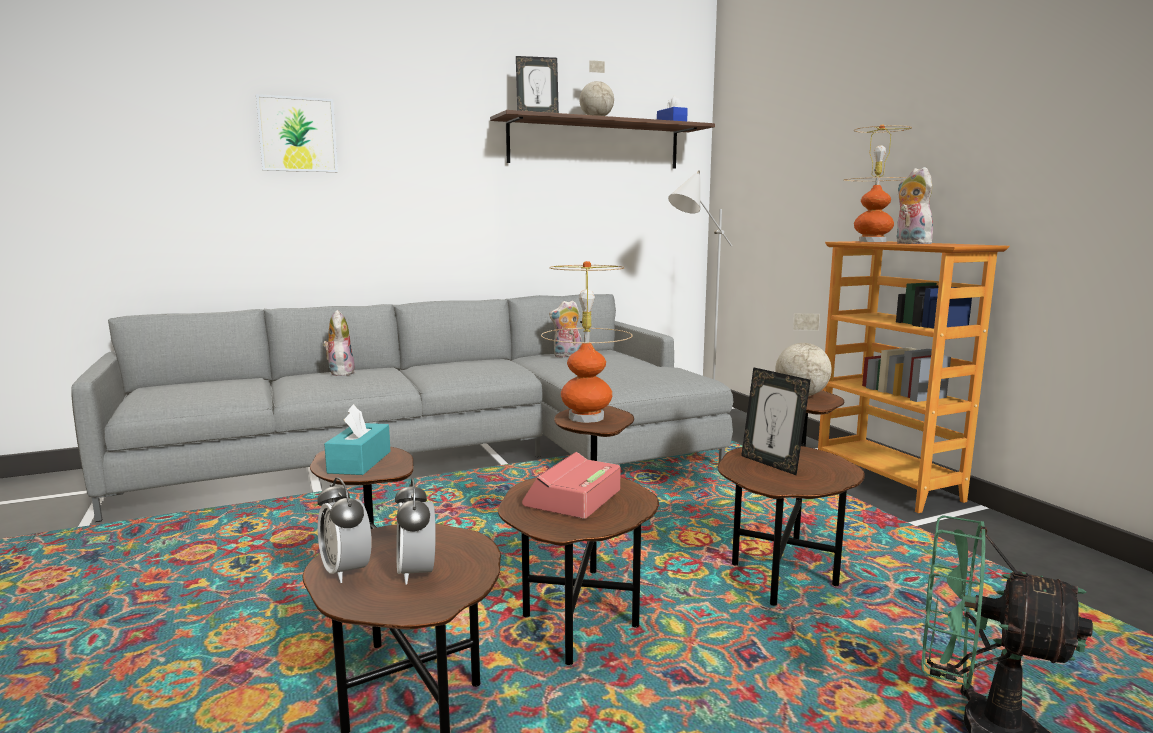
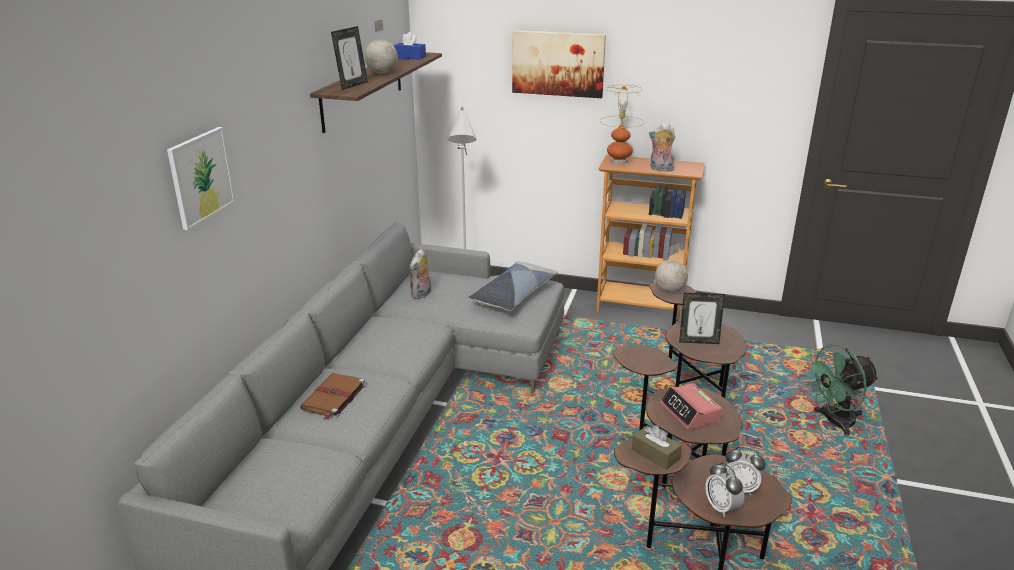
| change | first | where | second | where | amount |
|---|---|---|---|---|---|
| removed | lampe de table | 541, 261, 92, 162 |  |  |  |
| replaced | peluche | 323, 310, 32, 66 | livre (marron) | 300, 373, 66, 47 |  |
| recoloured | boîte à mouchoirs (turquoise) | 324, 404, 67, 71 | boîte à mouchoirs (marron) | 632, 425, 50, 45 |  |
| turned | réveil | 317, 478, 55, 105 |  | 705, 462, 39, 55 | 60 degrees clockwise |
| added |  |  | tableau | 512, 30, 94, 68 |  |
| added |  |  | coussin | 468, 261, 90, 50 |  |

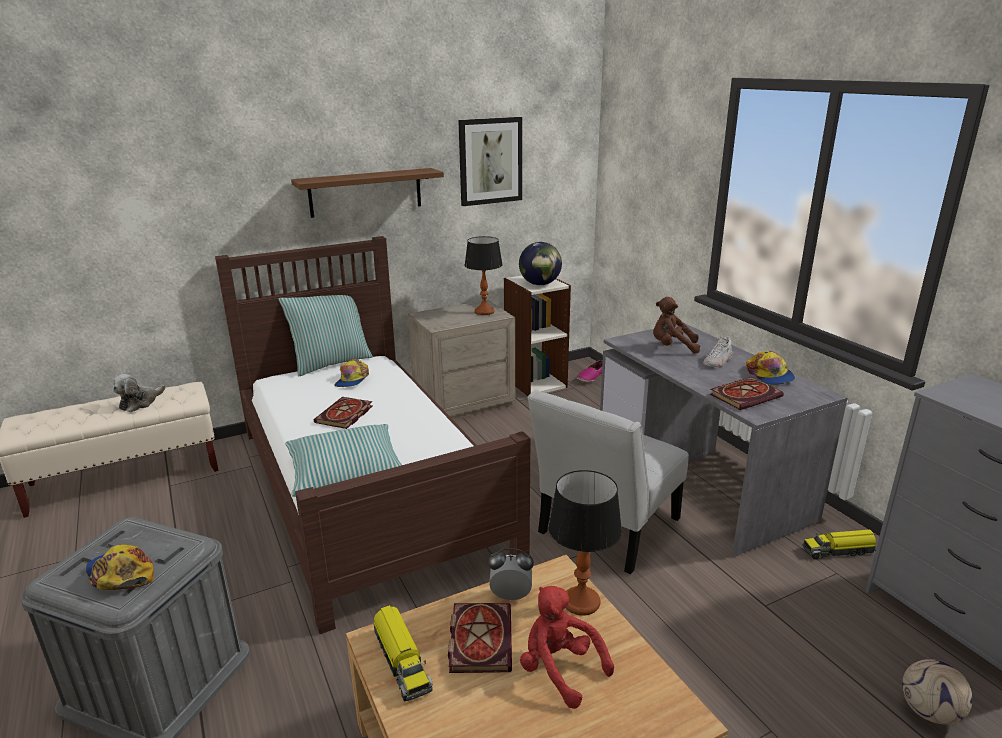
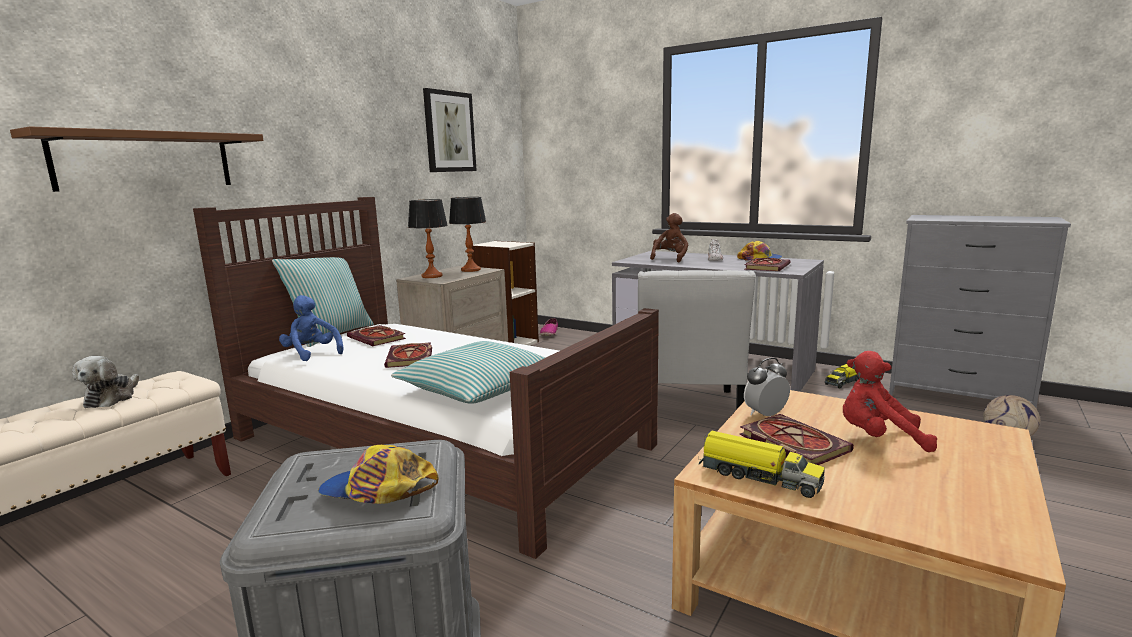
| change | first | where | second | where | amount |
|---|---|---|---|---|---|
| moved | étagère (marron) | 291, 168, 153, 50 |  | 10, 126, 254, 66 |  |
| removed | globe | 519, 242, 43, 43 |  |  |  |
| turned | peluche (marron) | 653, 297, 47, 57 |  | 650, 213, 38, 49 | 135 degrees clockwise |
| replaced | casquette | 334, 359, 35, 28 | livre | 347, 325, 59, 21 |  |
| moved | lampe de table | 548, 470, 74, 146 |  | 408, 199, 40, 79 |  |
| added |  |  | peluche (bleu) | 279, 295, 64, 66 |  |

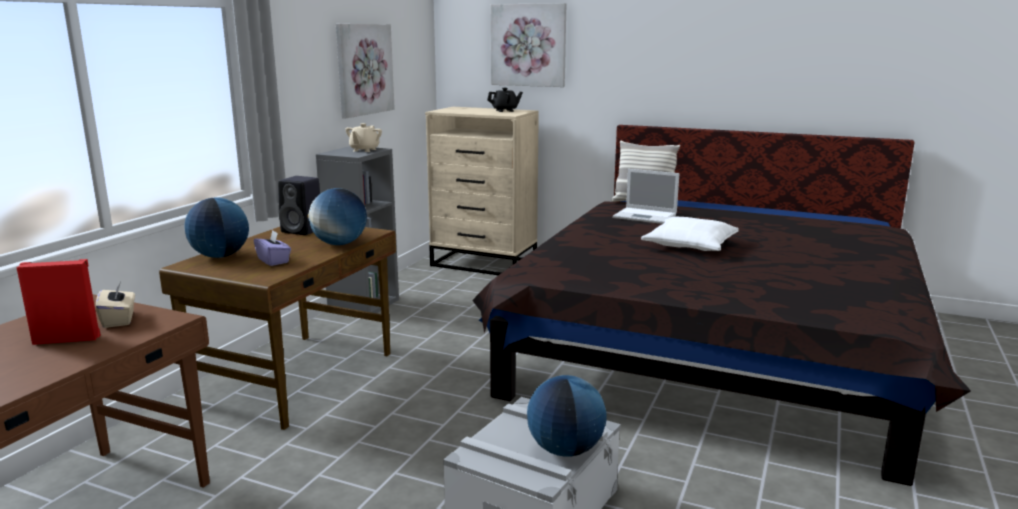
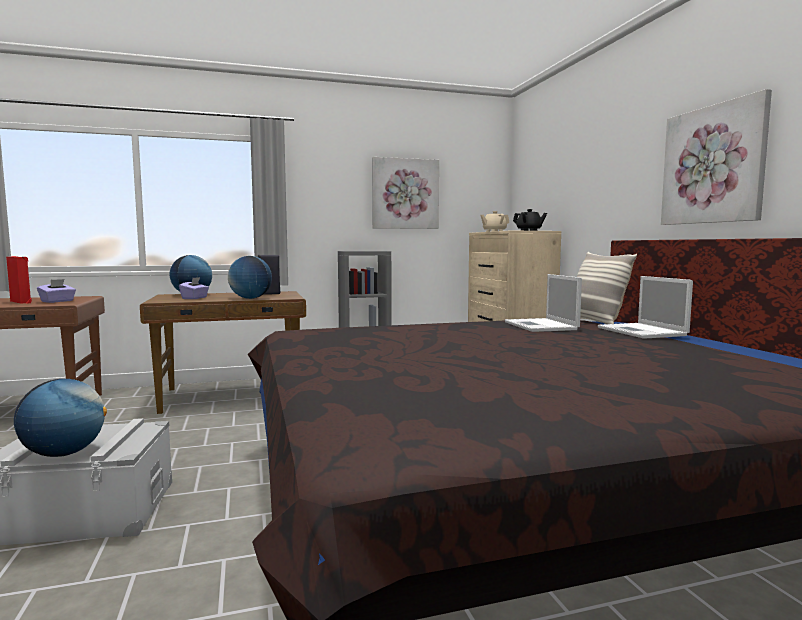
| change | first | where | second | where | amount |
|---|---|---|---|---|---|
| moved | tableau | 491, 3, 75, 84 |  | 661, 89, 111, 136 |  |
| moved | théière (beige) | 345, 123, 37, 29 |  | 480, 211, 29, 21 |  |
| removed | coussin (blanc) | 641, 217, 98, 34 |  |  |  |
| recoloured | boîte à mouchoirs (beige) | 96, 282, 39, 46 | boîte à mouchoirs (violet) | 37, 279, 39, 24 |  |
| added |  |  | ordinateur portable | 598, 276, 95, 63 |  |

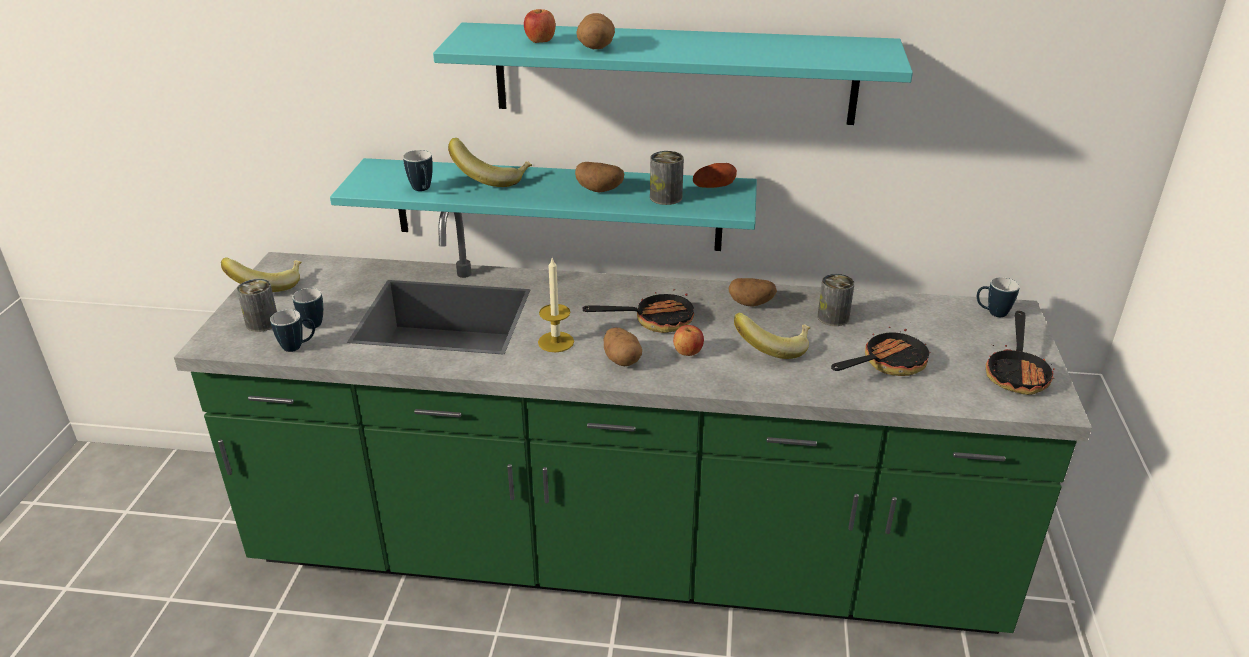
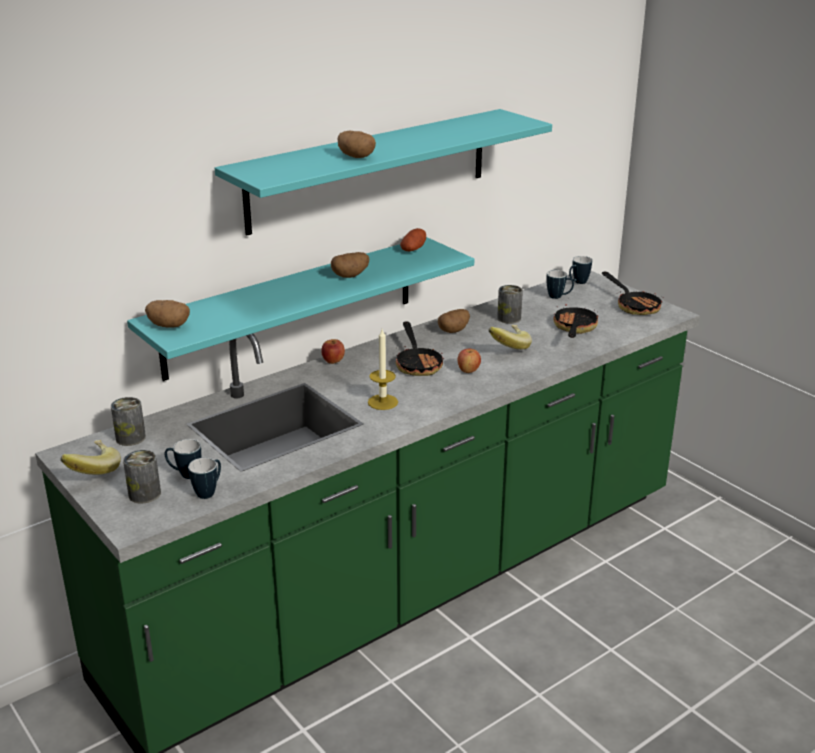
| change | first | where | second | where | amount |
|---|---|---|---|---|---|
| moved | pomme | 524, 9, 32, 34 |  | 321, 339, 24, 25 |  |
| removed | banane | 448, 138, 84, 49 |  |  |  |
| moved | mug | 403, 150, 30, 41 |  | 546, 270, 28, 29 |  |
| moved | boîte métallique | 650, 151, 34, 54 |  | 111, 397, 35, 49 |  |
| turned | poêle | 582, 289, 112, 44 |  | 396, 321, 49, 55 | 135 degrees clockwise |
| moved | pomme de terre | 604, 328, 38, 38 |  | 145, 300, 45, 28 |  |

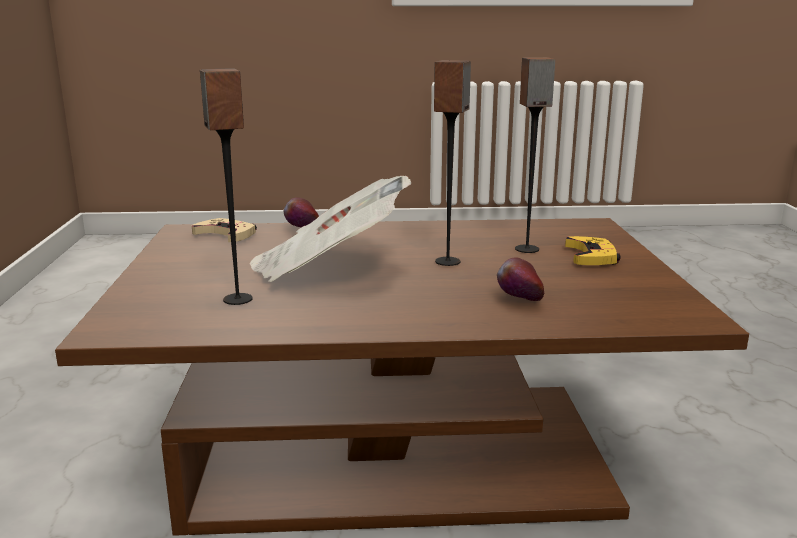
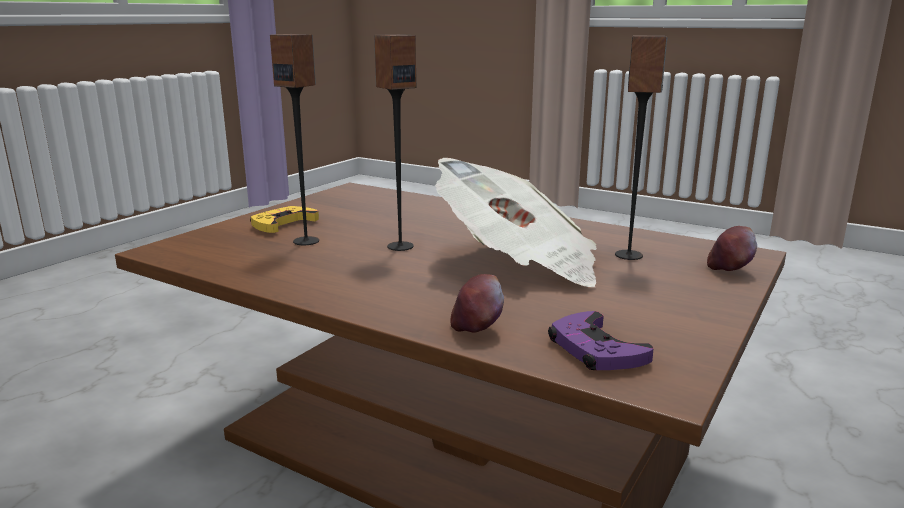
| change | first | where | second | where | amount |
|---|---|---|---|---|---|
| recoloured | manette (beige) | 192, 218, 65, 24 | manette (violet) | 548, 311, 105, 59 |  |
| moved | pomme | 497, 257, 47, 44 |  | 707, 226, 50, 45 |  |

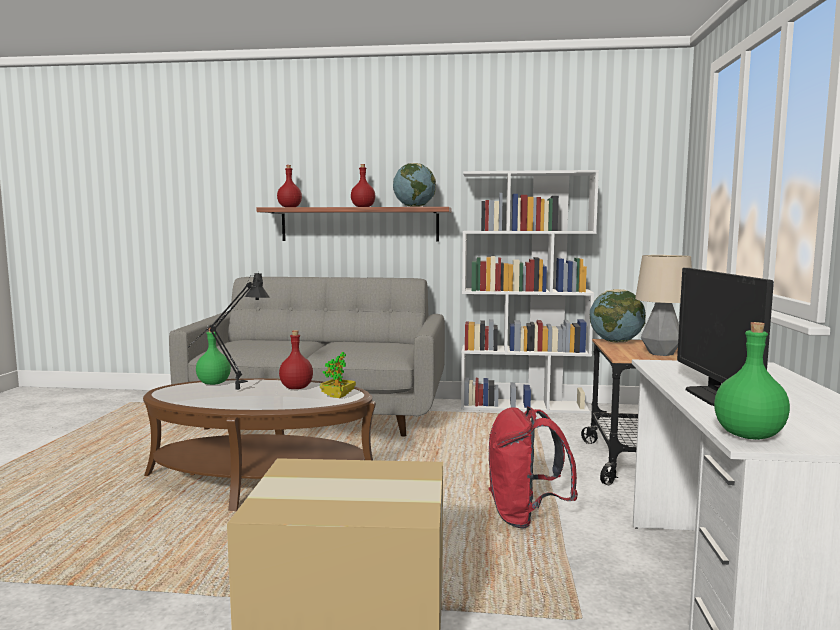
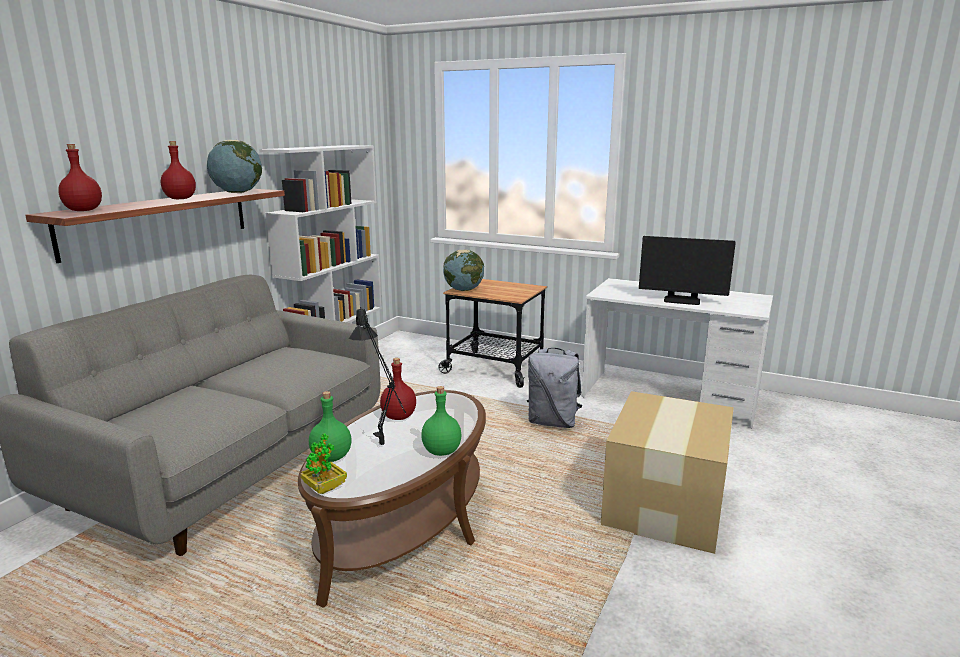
| change | first | where | second | where | amount |
|---|---|---|---|---|---|
| removed | lampe de table | 635, 255, 57, 101 |  |  |  |
| moved | bouteille (vert) | 714, 322, 76, 118 |  | 421, 386, 41, 70 |  |
| moved | plante en pot | 320, 352, 36, 46 |  | 300, 433, 47, 61 |  |
| recoloured | sac à dos (rouge) | 489, 406, 89, 123 | sac à dos (gris) | 527, 348, 56, 80 |  |

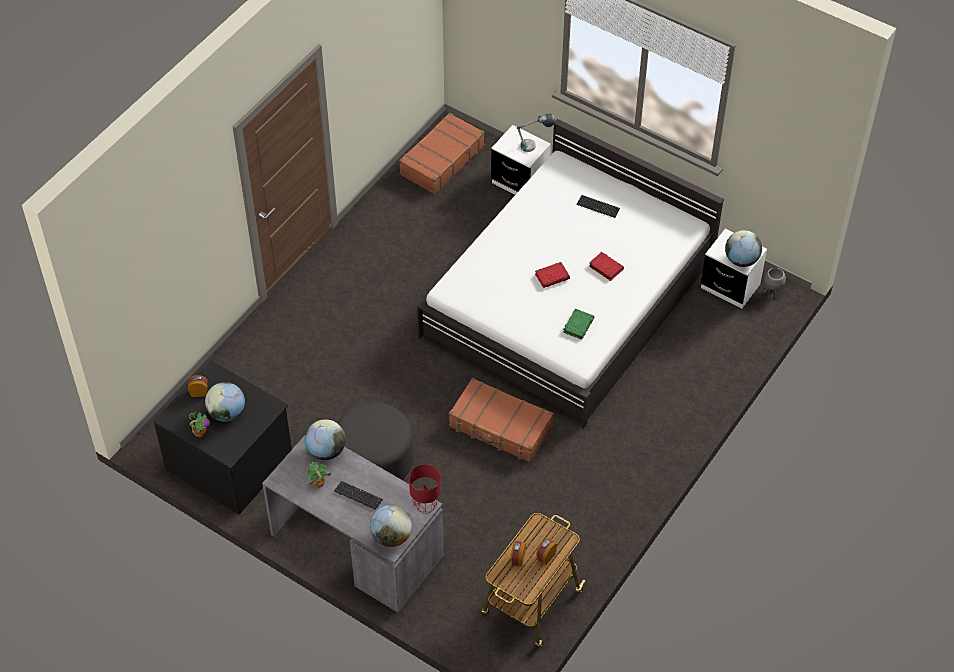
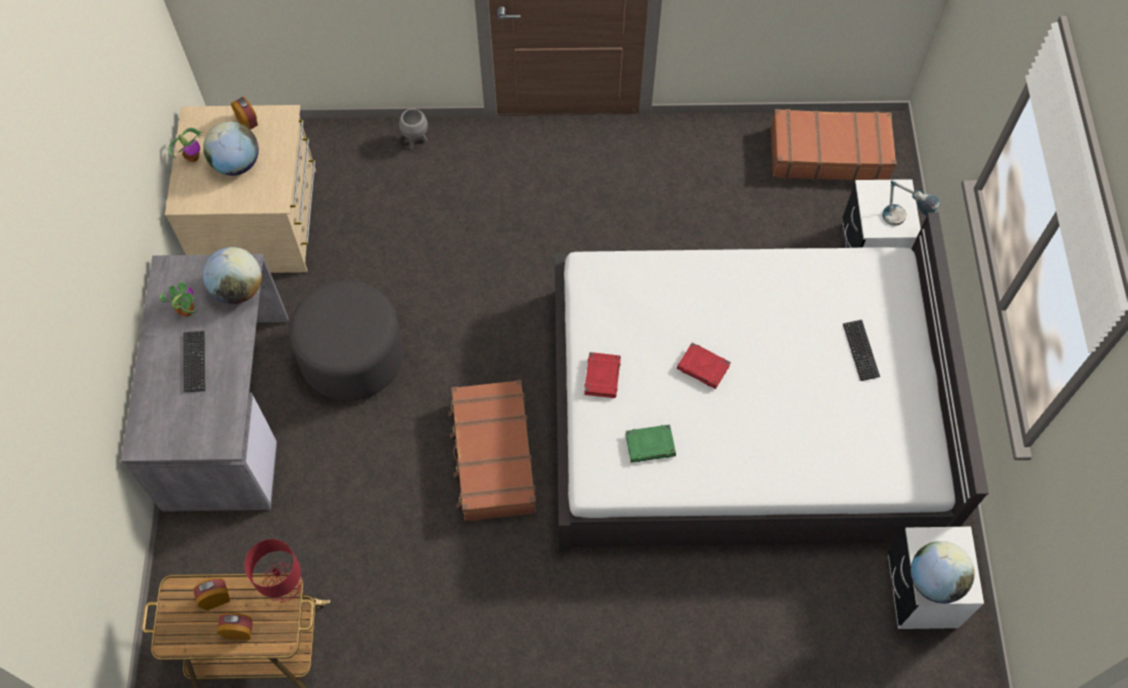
| change | first | where | second | where | amount |
|---|---|---|---|---|---|
| moved | livre (rouge) | 589, 252, 35, 29 |  | 584, 352, 37, 46 |  |
| moved | cache-pot (gris) | 764, 268, 22, 30 |  | 399, 108, 29, 41 |  |
| recoloured | commode (noir) | 153, 360, 139, 154 | commode (beige) | 165, 105, 151, 168 |  |
| moved | lampe de table (rouge) | 409, 464, 32, 50 |  | 244, 539, 59, 64 |  |
| removed | globe | 370, 505, 42, 42 |  |  |  |

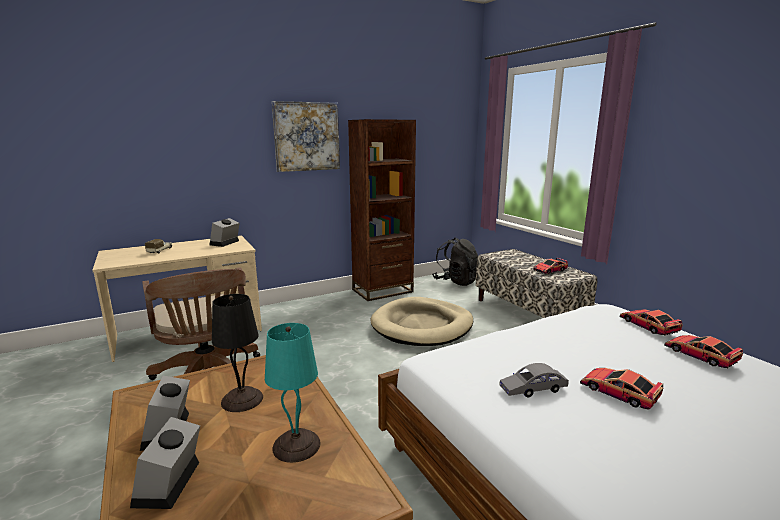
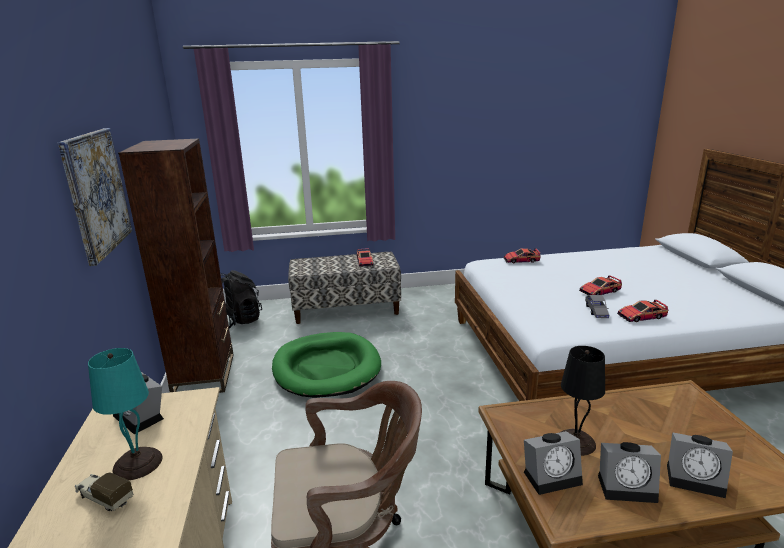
| change | first | where | second | where | amount |
|---|---|---|---|---|---|
| recoloured | panier pour chien (beige) | 370, 297, 103, 49 | panier pour chien (vert) | 272, 332, 109, 66 |  |
| moved | lampe de table (turquoise) | 265, 323, 56, 140 |  | 88, 348, 75, 132 |  |
| moved | petite voiture | 664, 335, 79, 33 |  | 617, 300, 51, 22 |  |
| added |  |  | réveil | 524, 431, 59, 64 |  |

